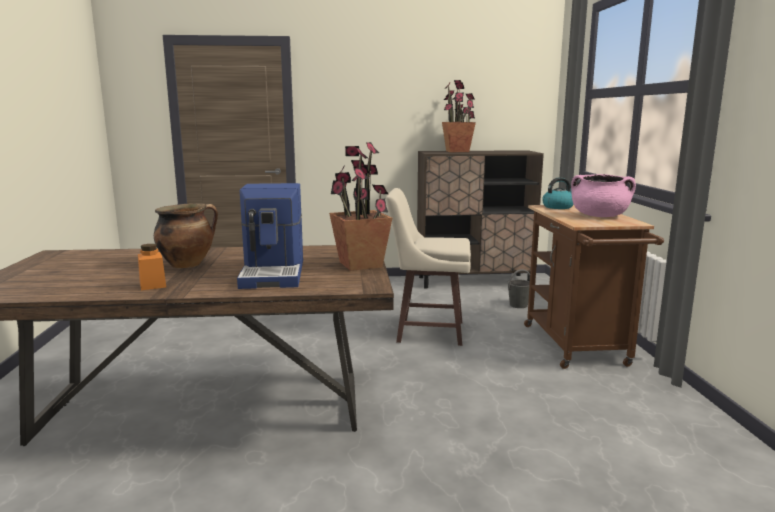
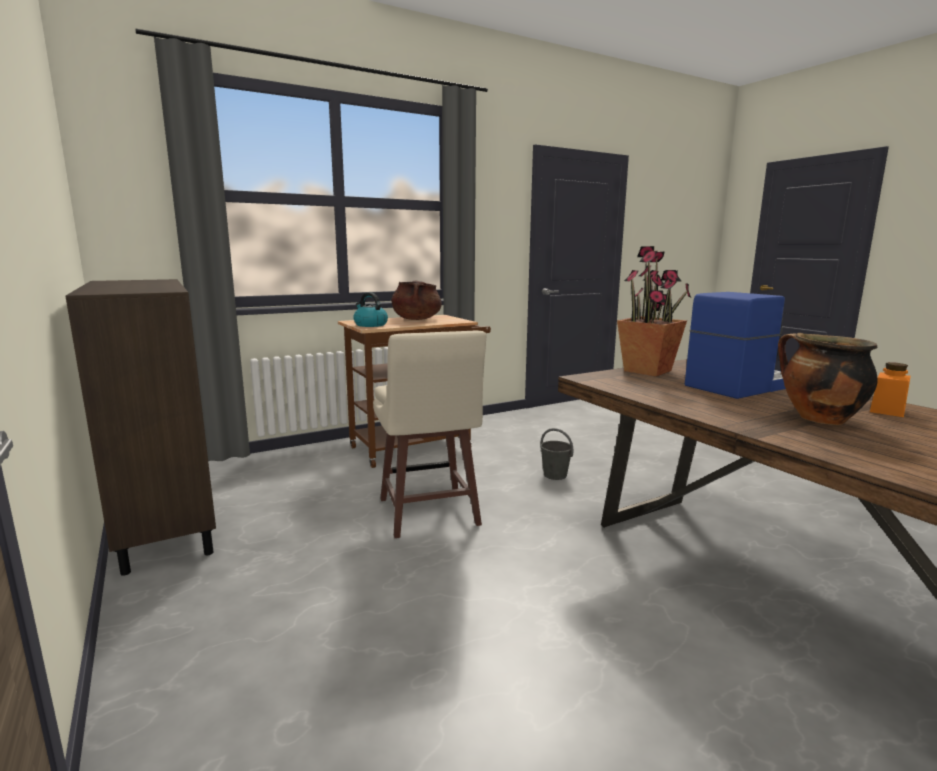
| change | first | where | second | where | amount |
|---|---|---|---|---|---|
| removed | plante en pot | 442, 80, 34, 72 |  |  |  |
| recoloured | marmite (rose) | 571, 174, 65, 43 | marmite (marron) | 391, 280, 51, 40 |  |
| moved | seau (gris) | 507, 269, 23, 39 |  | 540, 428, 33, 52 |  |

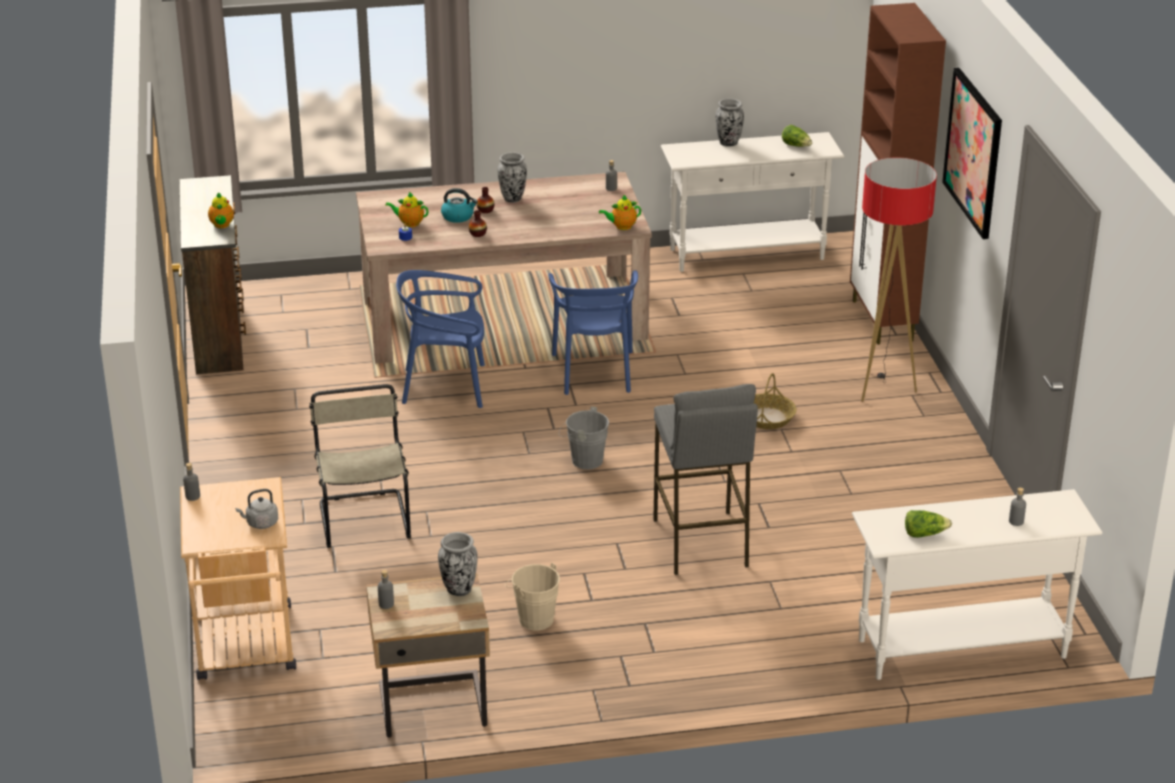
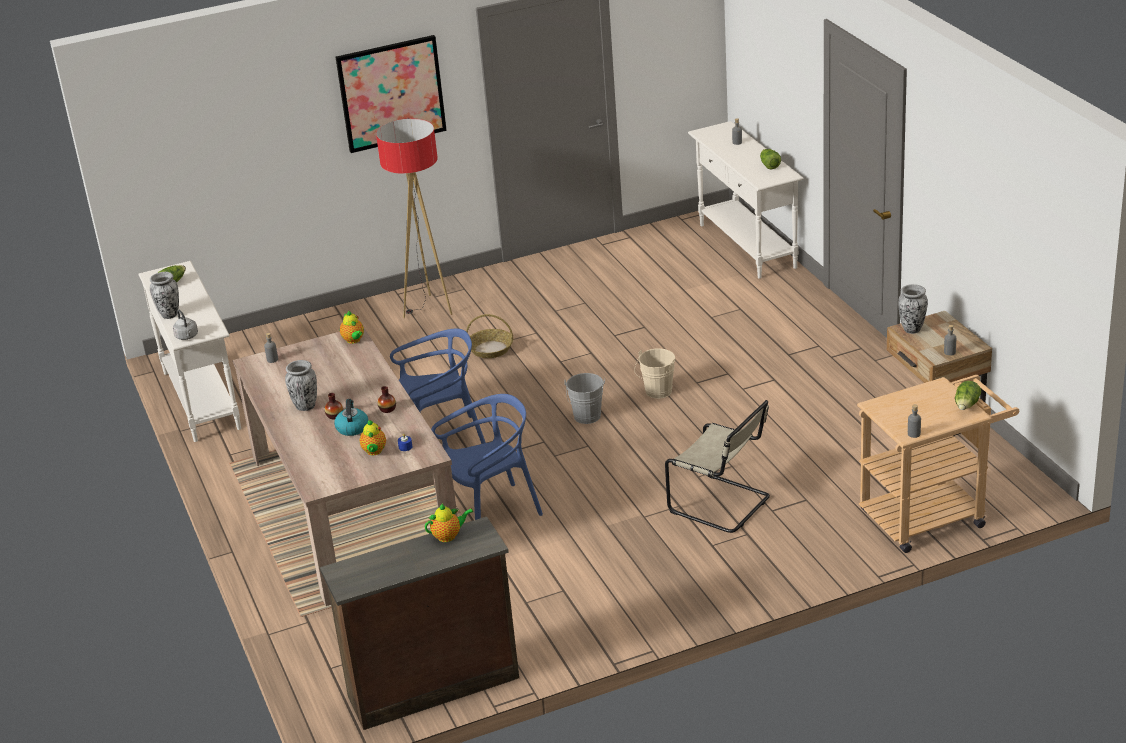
| change | first | where | second | where | amount |
|---|---|---|---|---|---|
| removed | meuble de rangement (marron) | 850, 3, 96, 342 |  |  |  |
| turned | chaise (bleu) | 396, 270, 89, 138 |  | 431, 394, 112, 126 | 105 degrees counterclockwise |
| turned | chaise (beige) | 309, 384, 102, 164 |  | 665, 400, 105, 133 | 120 degrees counterclockwise |
| removed | tabouret (gris) | 653, 384, 105, 191 |  |  |  |
| moved | bouilloire (gris) | 236, 489, 42, 40 |  | 173, 310, 25, 30 |  |
| moved | seau (beige) | 505, 563, 55, 68 |  | 634, 349, 41, 50 |  |
| added |  |  | laitue | 955, 381, 26, 29 |  |

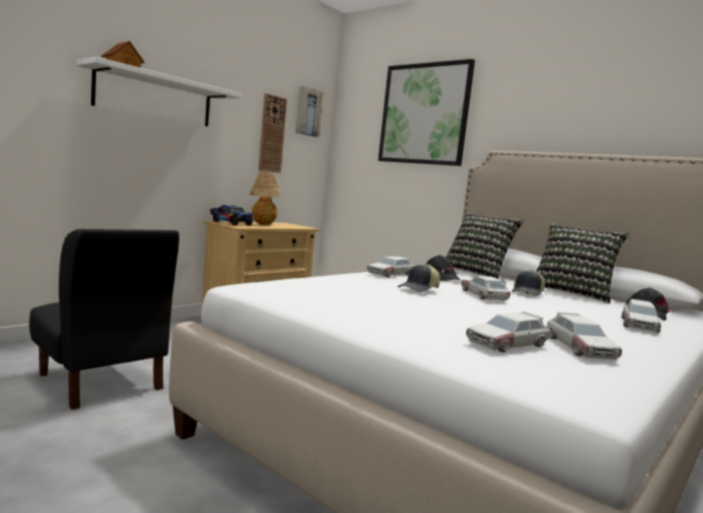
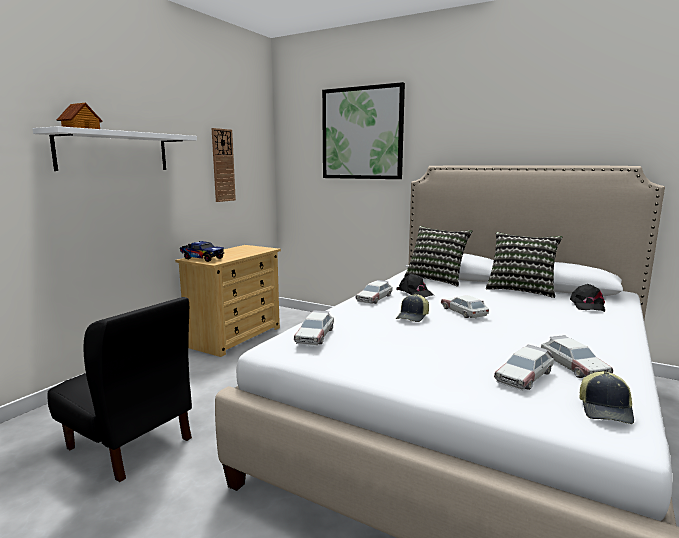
| change | first | where | second | where | amount |
|---|---|---|---|---|---|
| removed | tableau | 295, 86, 29, 51 |  |  |  |
| removed | lampe de table | 249, 172, 33, 53 |  |  |  |
| moved | casquette | 511, 270, 34, 26 |  | 579, 371, 55, 53 |  |
| moved | petite voiture | 621, 299, 40, 34 |  | 294, 310, 40, 36 |  |

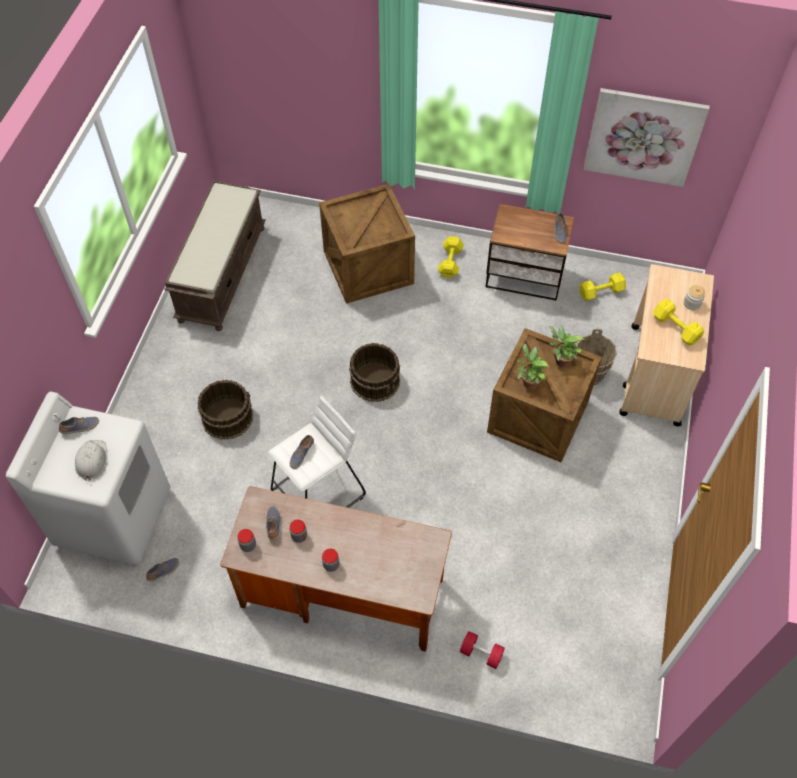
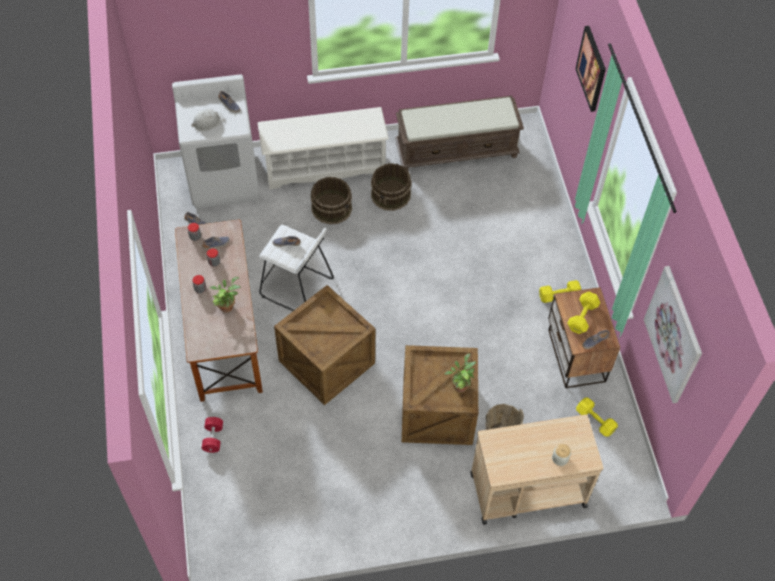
| change | first | where | second | where | amount |
|---|---|---|---|---|---|
| moved | caisse | 319, 184, 96, 120 |  | 274, 285, 101, 120 |  |
| moved | haltère (jaune) | 653, 299, 51, 46 |  | 567, 292, 33, 42 |  |
| moved | seau (marron) | 349, 343, 51, 59 |  | 371, 163, 41, 48 |  |
| moved | plante en pot | 517, 343, 33, 46 |  | 210, 277, 30, 36 |  |
| added |  |  | tableau | 576, 26, 30, 86 |  |
| added |  |  | étagère à chaussures (blanc) | 257, 107, 132, 83 |  |

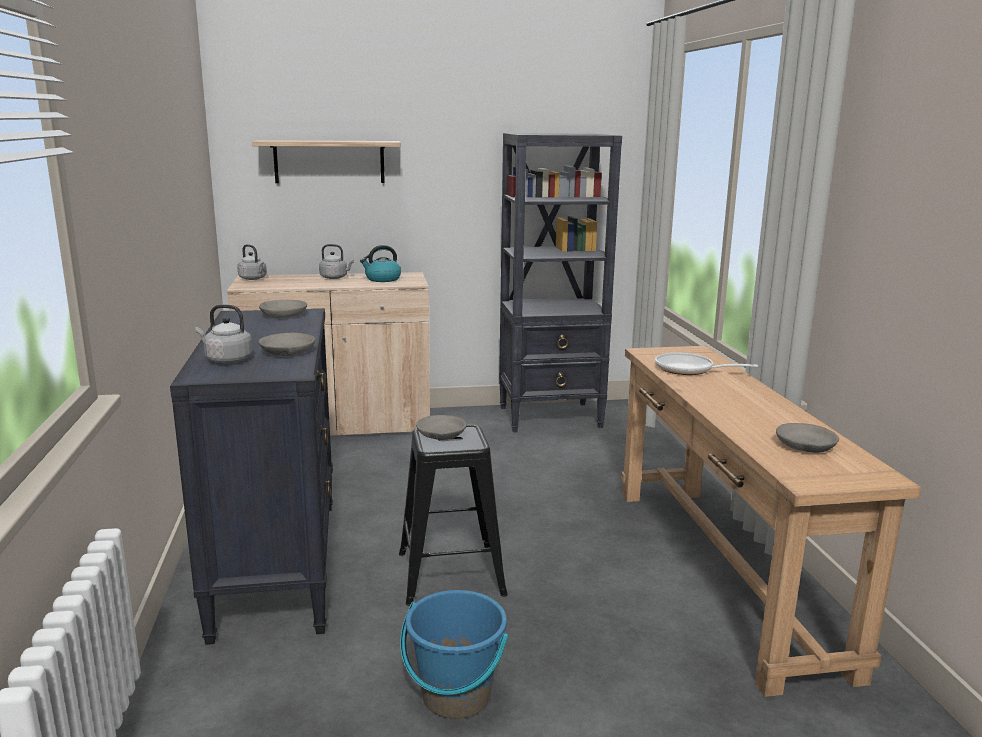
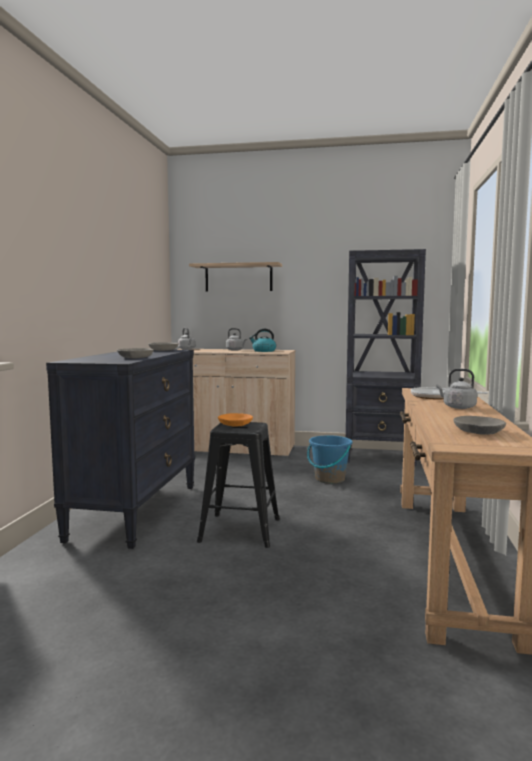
| change | first | where | second | where | amount |
|---|---|---|---|---|---|
| moved | bouilloire (gris) | 195, 305, 57, 59 |  | 436, 369, 41, 40 |  |
| recoloured | bol (gris) | 416, 415, 50, 25 | bol (orange) | 218, 413, 35, 13 |  |
| moved | seau (bleu) | 400, 590, 108, 129 |  | 307, 435, 46, 49 |  |

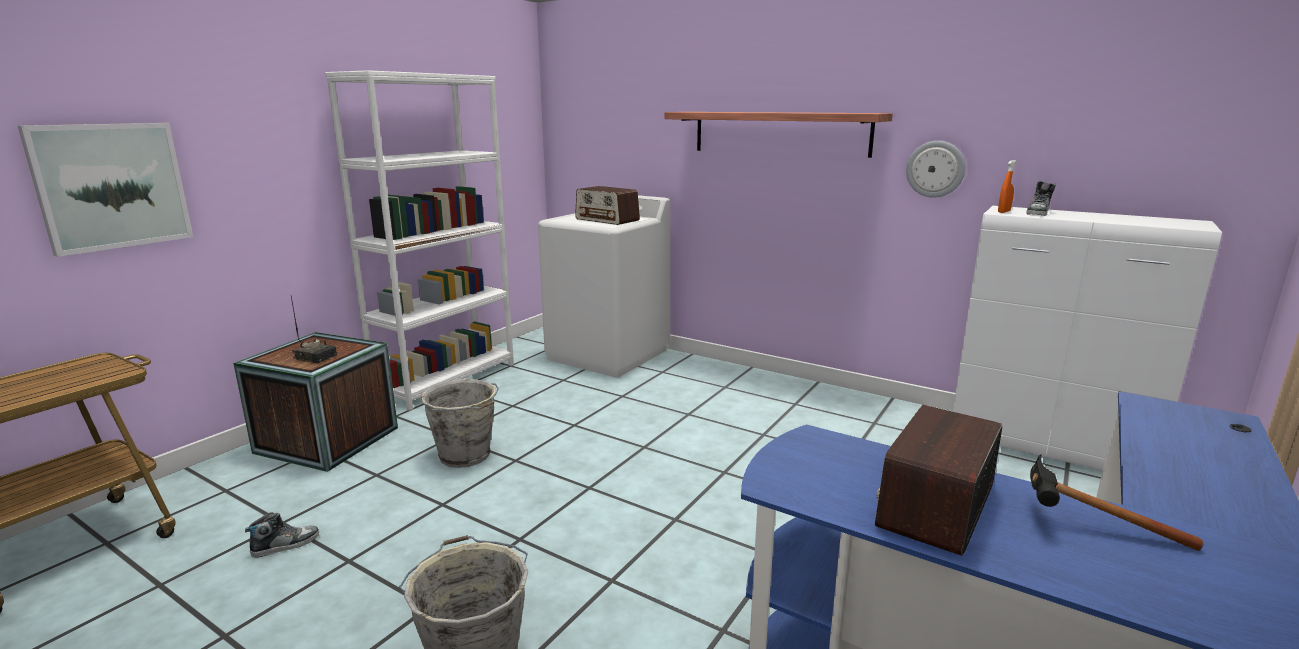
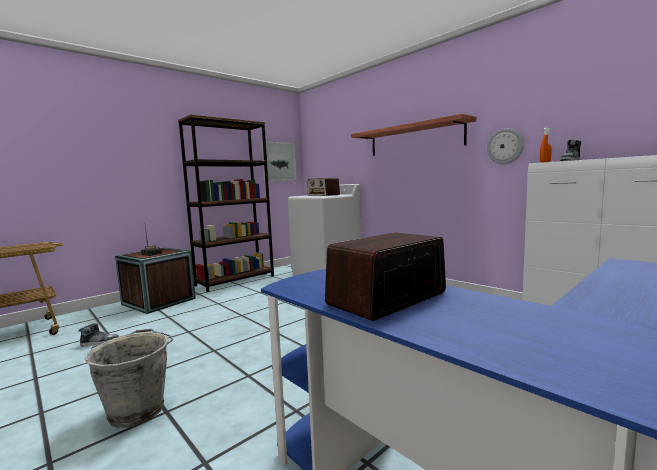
| change | first | where | second | where | amount |
|---|---|---|---|---|---|
| recoloured | bibliothèque (blanc) | 325, 70, 189, 341 | bibliothèque (marron) | 178, 114, 96, 178 |  |
| moved | tableau | 18, 123, 175, 134 |  | 262, 141, 35, 40 |  |
| removed | seau (gris) | 421, 379, 78, 89 |  |  |  |
| removed | marteau | 1030, 454, 173, 97 |  |  |  |

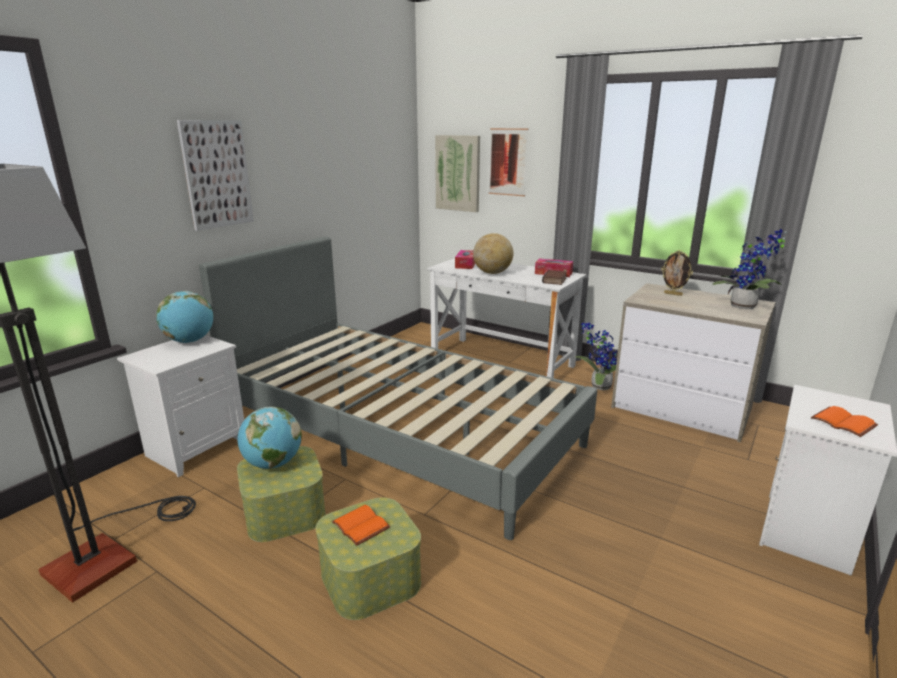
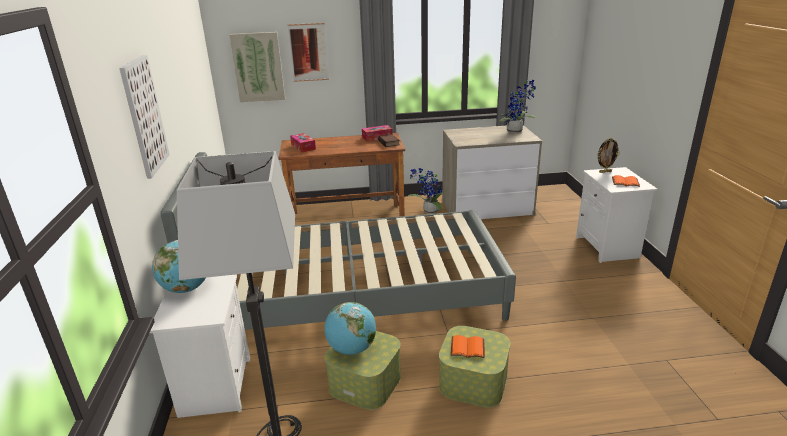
| change | first | where | second | where | amount |
|---|---|---|---|---|---|
| removed | globe | 473, 233, 40, 41 |  |  |  |
| moved | cadre photo | 661, 250, 32, 46 |  | 597, 138, 23, 35 |  |
| recoloured | bureau (blanc) | 427, 258, 160, 120 | bureau (marron) | 279, 133, 126, 84 |  |

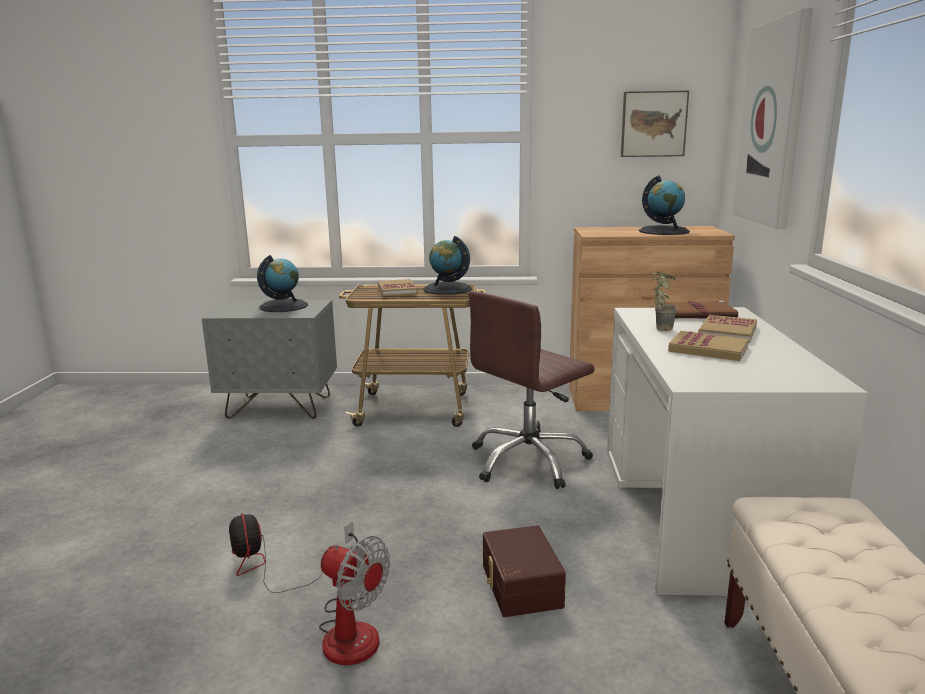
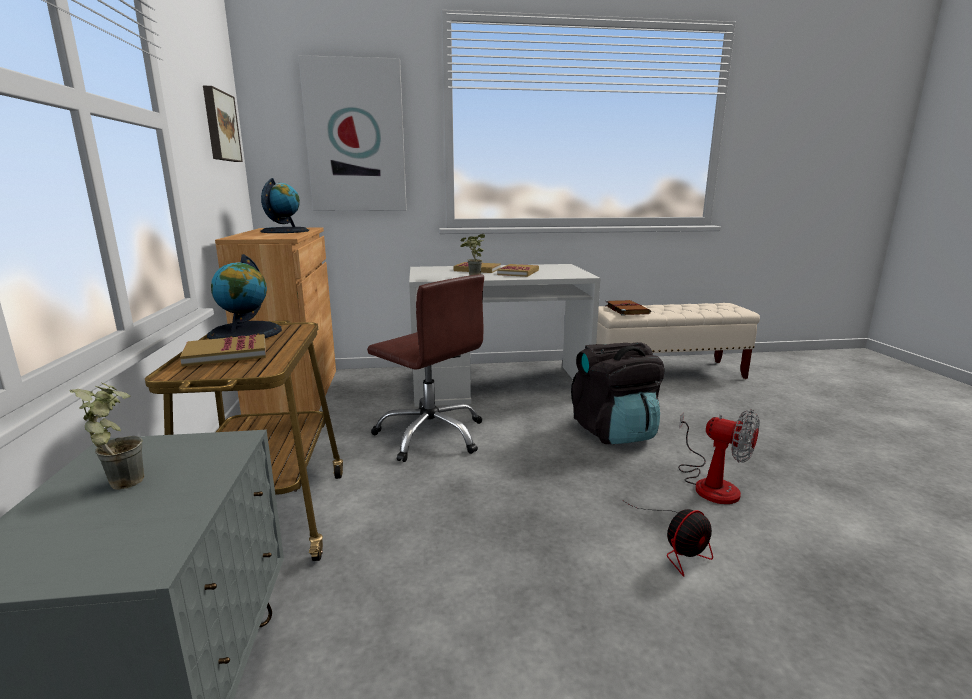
| change | first | where | second | where | amount |
|---|---|---|---|---|---|
| replaced | globe | 257, 255, 51, 57 | plante en pot | 69, 383, 75, 107 |  |
| moved | livre (marron) | 660, 301, 78, 17 |  | 605, 300, 46, 16 |  |
| turned | ventilateur | 319, 521, 71, 144 |  | 678, 409, 82, 95 | 105 degrees clockwise |
| replaced | boîte de rangement (marron) | 483, 525, 83, 92 | sac à dos (noir) | 571, 342, 94, 102 |  |

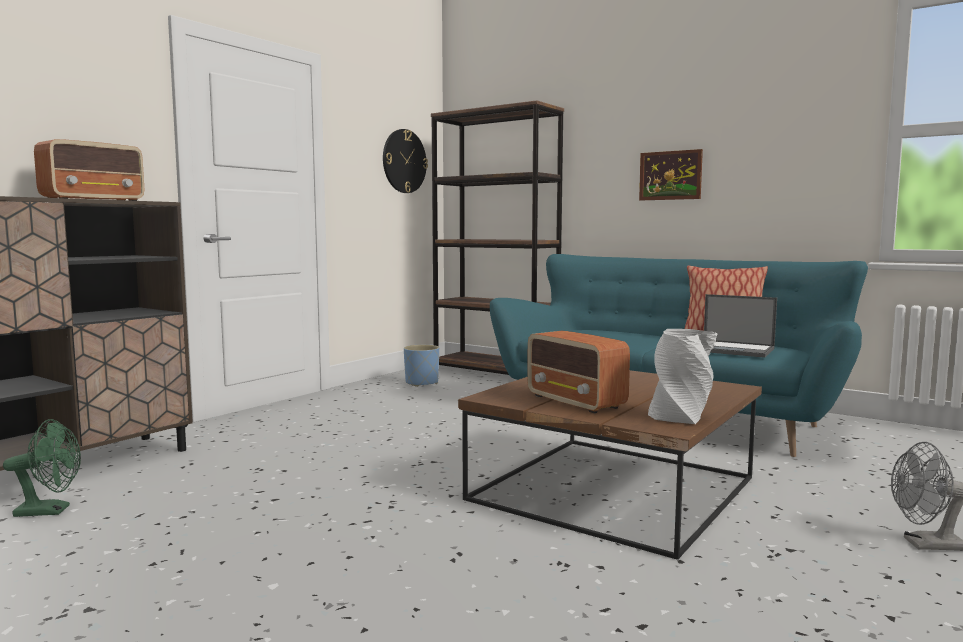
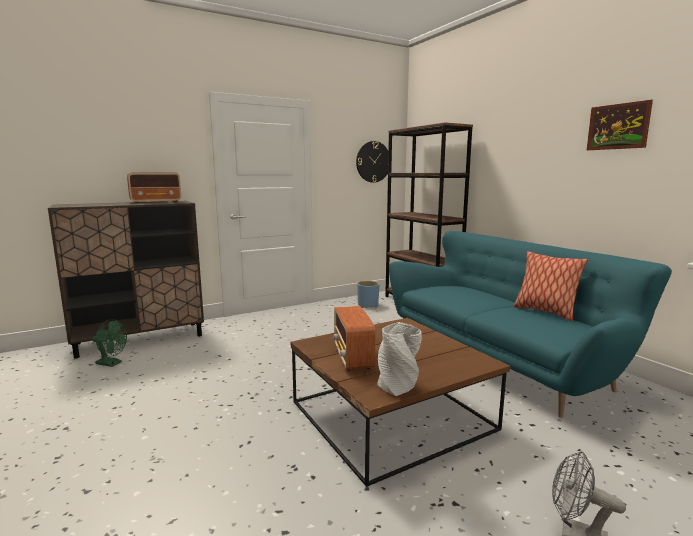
| change | first | where | second | where | amount |
|---|---|---|---|---|---|
| moved | tableau | 639, 149, 64, 52 |  | 587, 100, 66, 50 |  |
| removed | ordinateur portable | 704, 294, 73, 64 |  |  |  |

